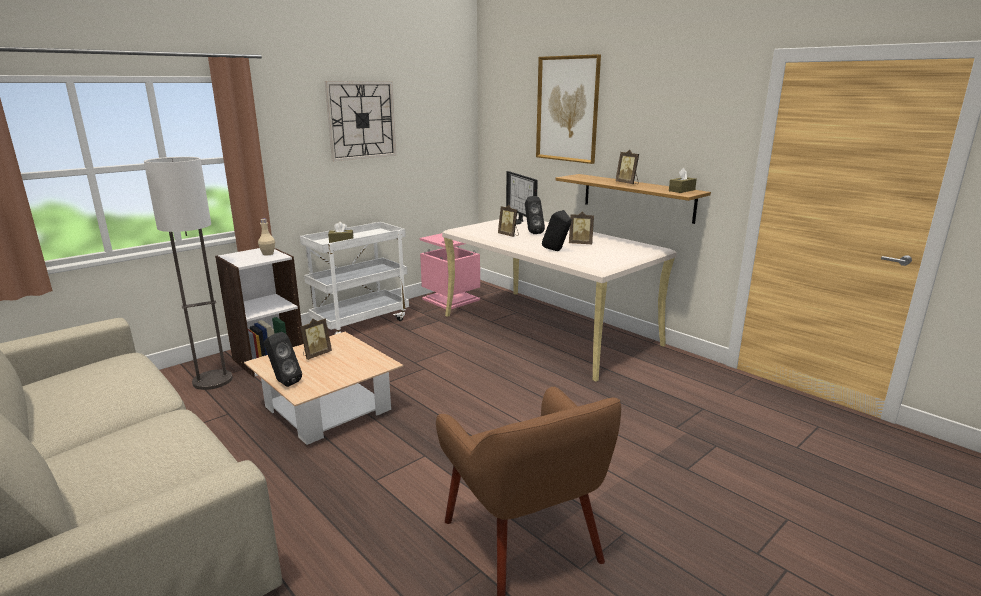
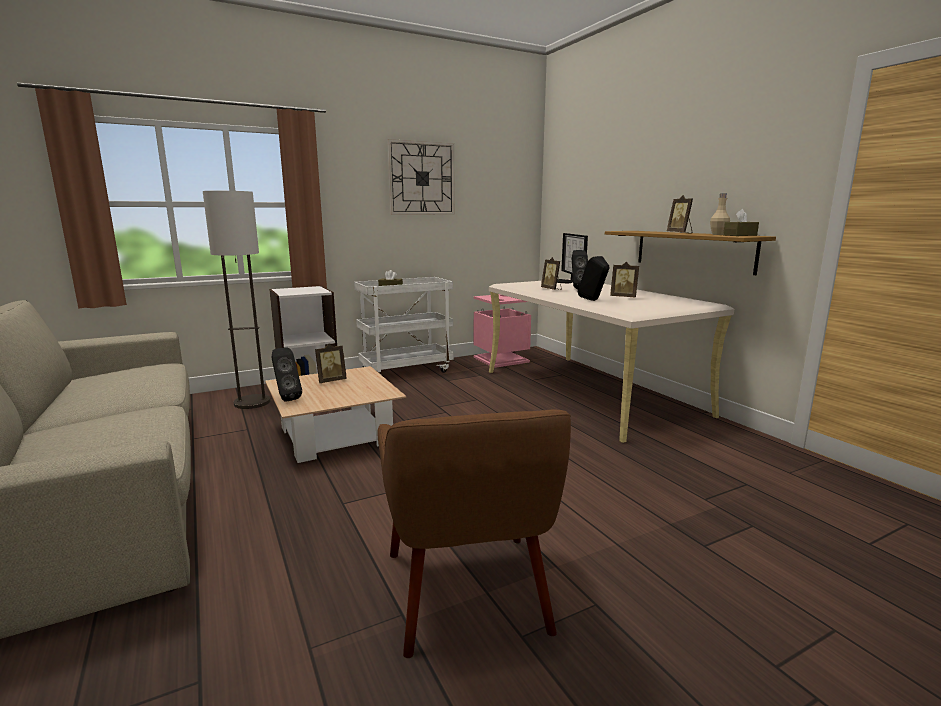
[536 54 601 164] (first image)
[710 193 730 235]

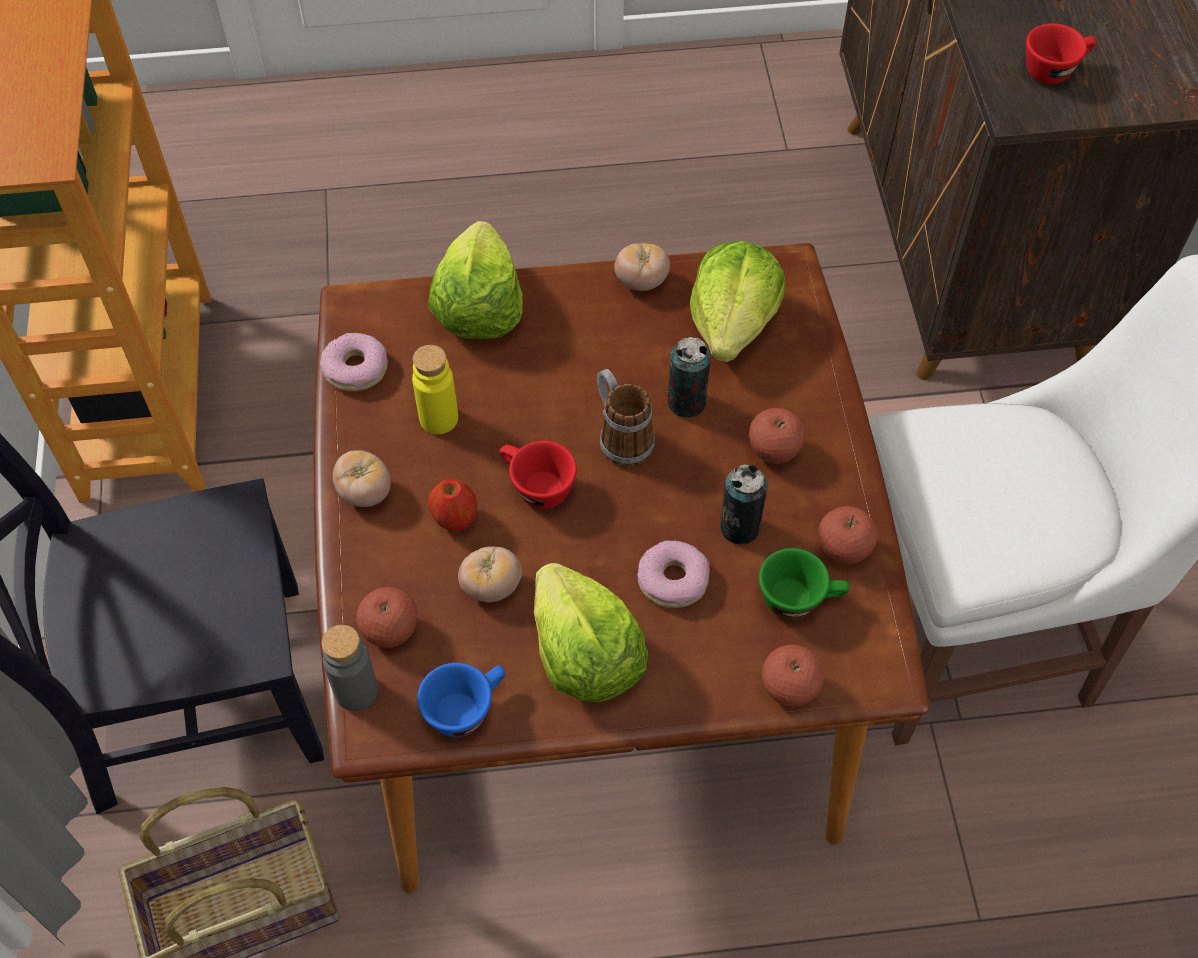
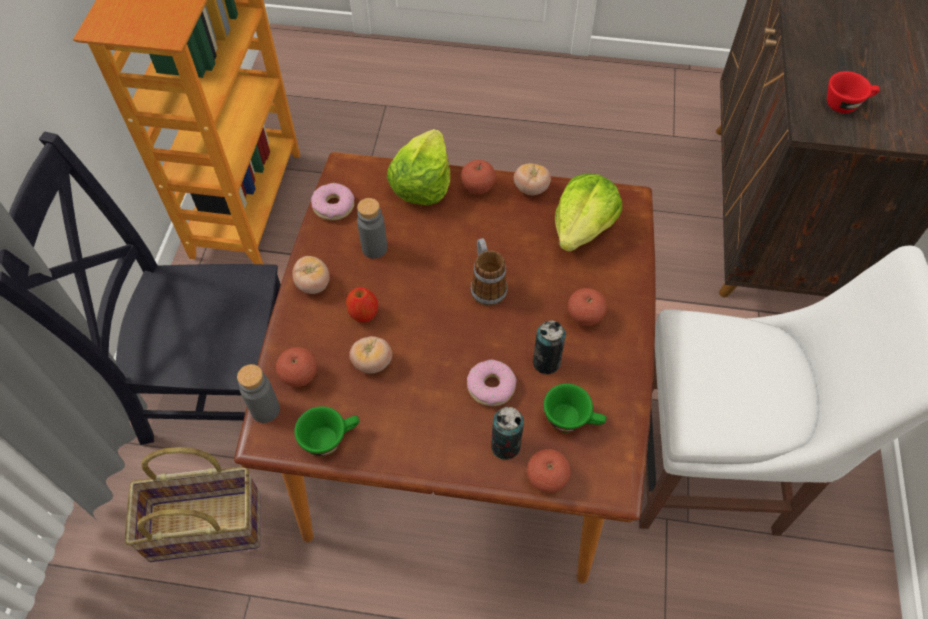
[491 407 524 460]
[357 198 387 258]
[499 441 577 509] (first image)
[461 160 496 195]
[534 563 648 702] (first image)
[295 406 359 457]

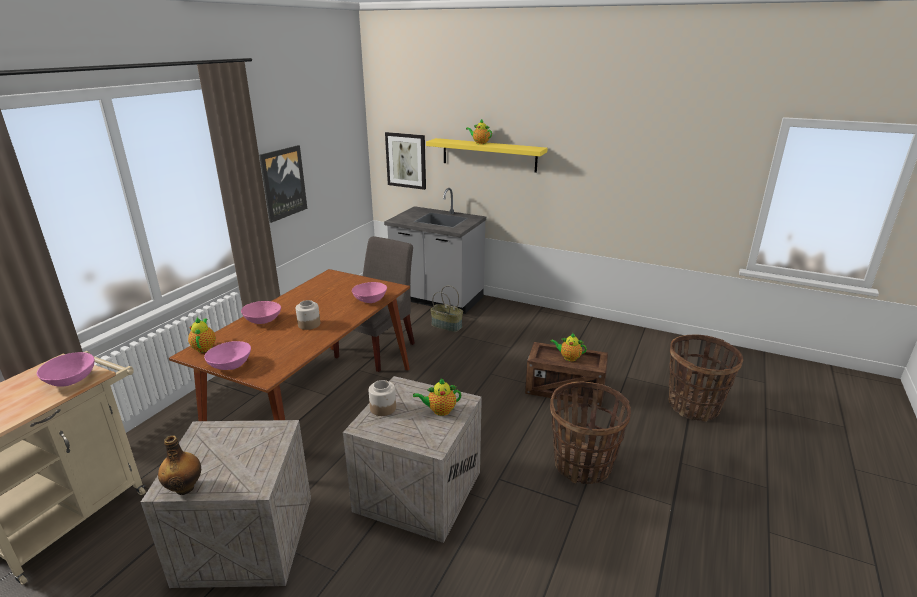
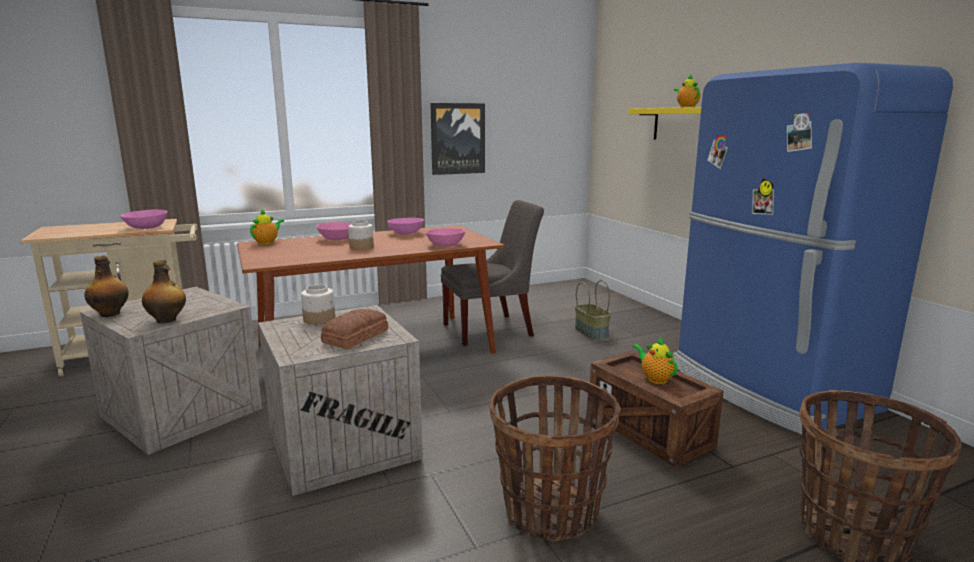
[385 132 426 190] (first image)
[384 188 486 314] (first image)
[387 218 424 234]
[321 309 388 349]
[673 63 953 435]
[142 260 186 323]

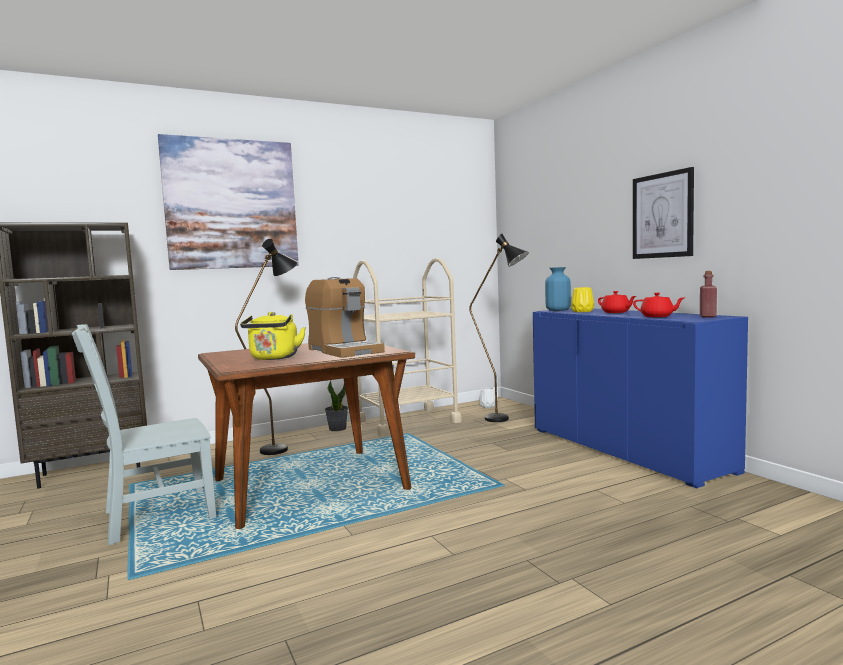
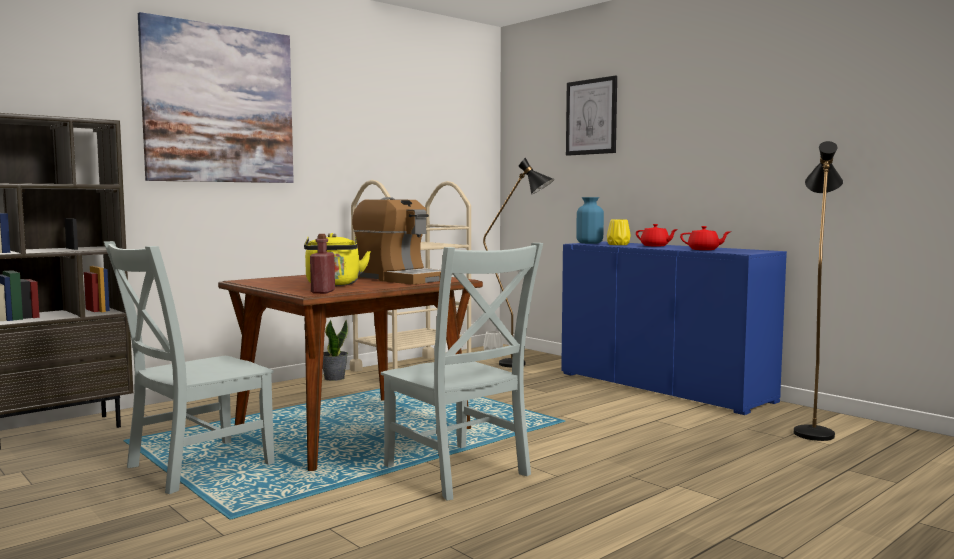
[566 75 617 156]
[794 141 843 441]
[310 234 335 294]
[381 243 543 500]

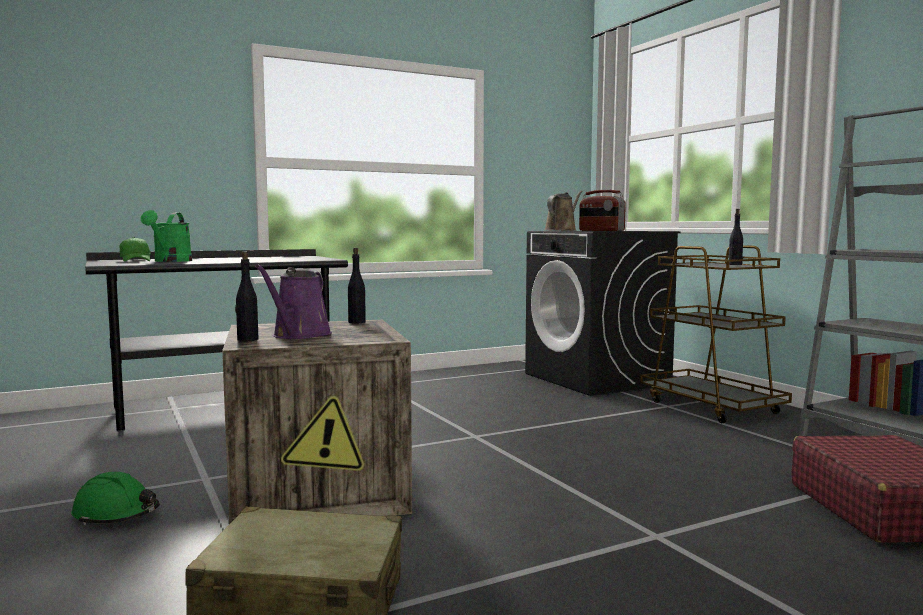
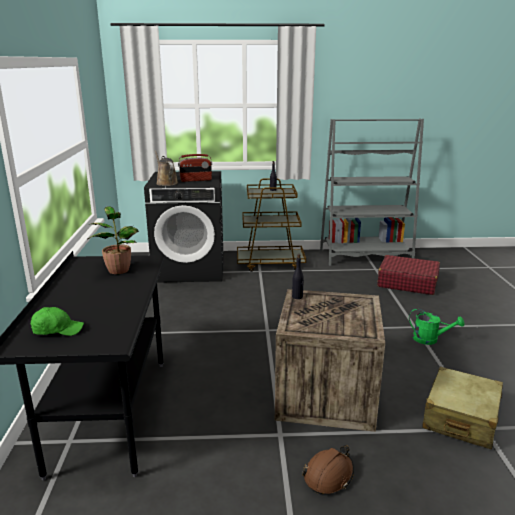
[409 309 464 345]
[235 252 258 341] (first image)
[255 265 332 339] (first image)
[302 445 354 494]
[87 206 139 274]

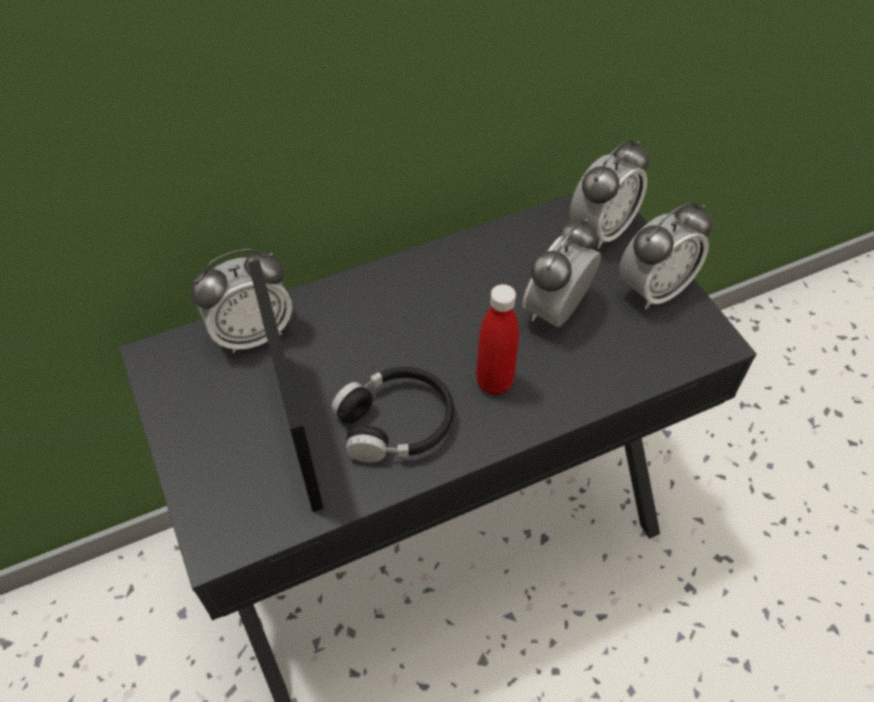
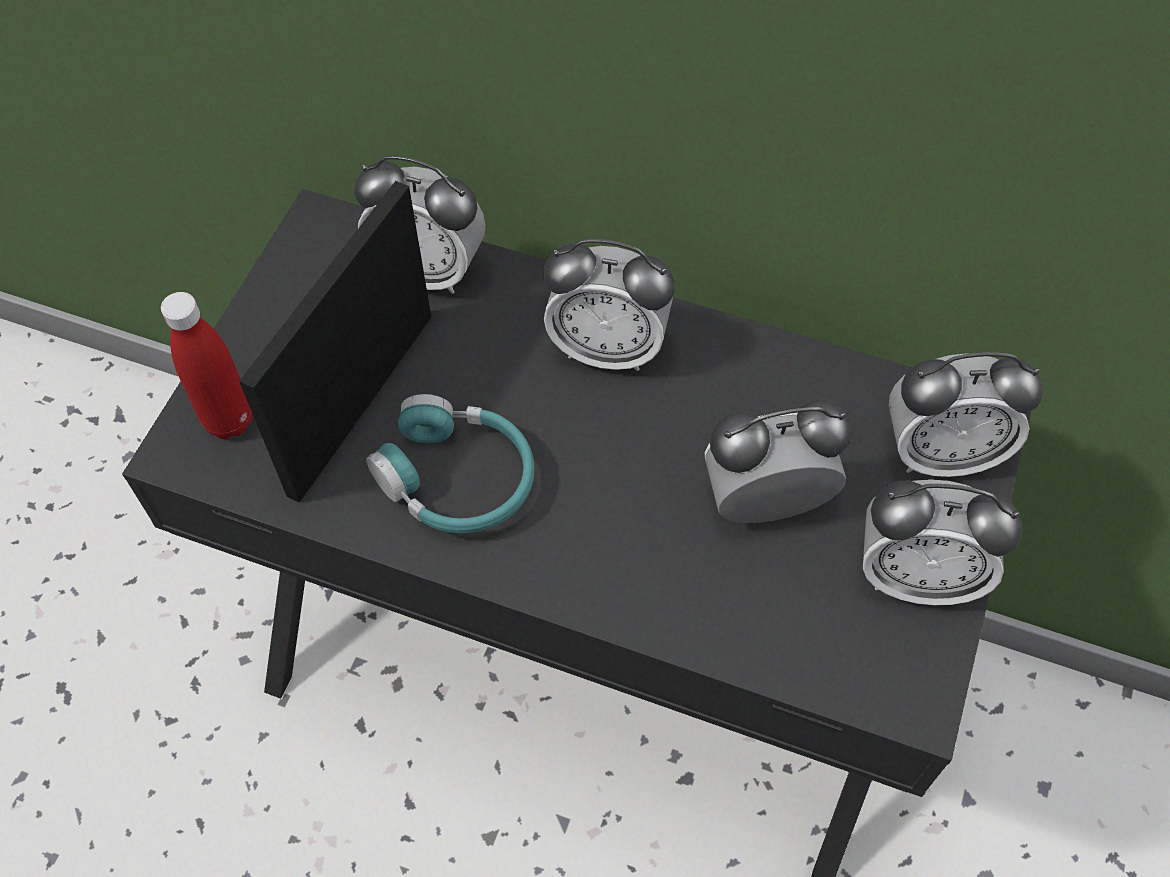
[161 292 253 439]
[366 394 534 533]
[543 239 675 371]

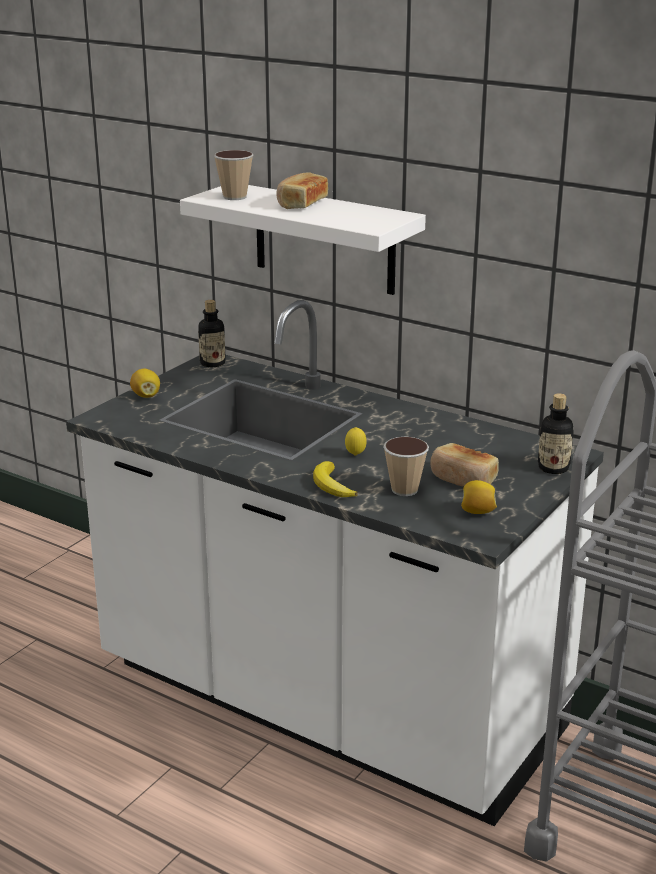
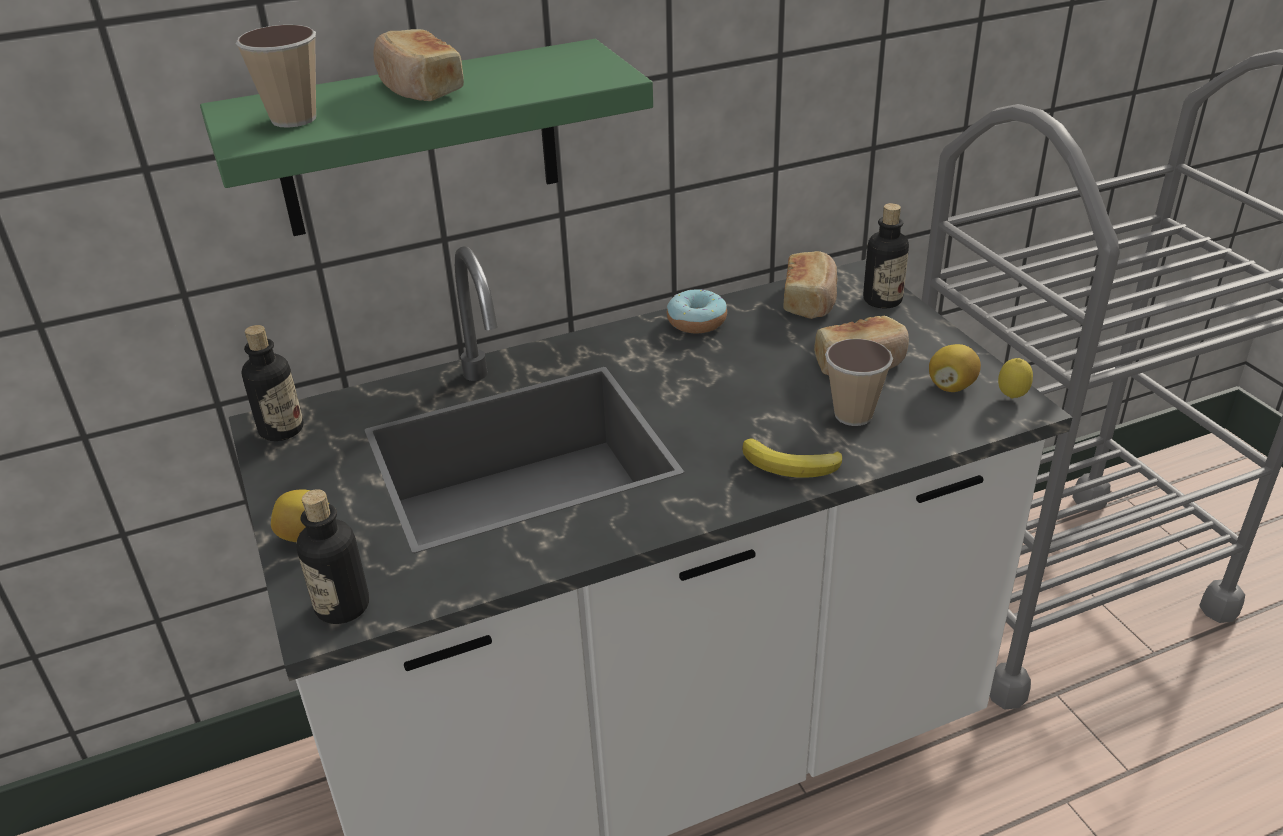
[200 39 653 236]
[998 358 1033 399]
[784 251 837 319]
[667 289 727 333]
[296 489 369 624]

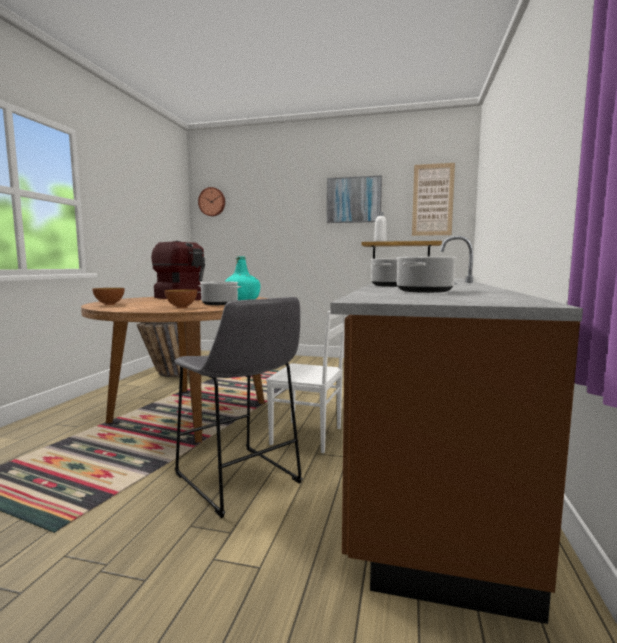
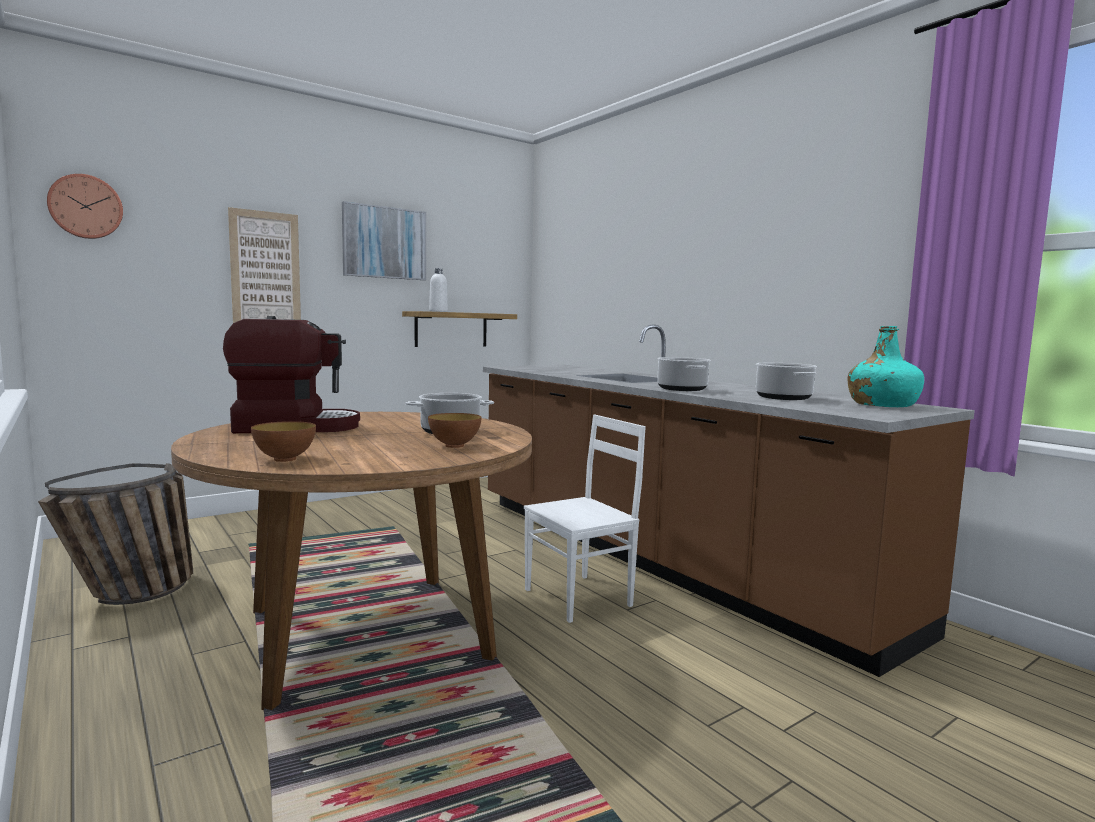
[228 207 301 323]
[848 326 924 407]
[174 297 303 518] (first image)

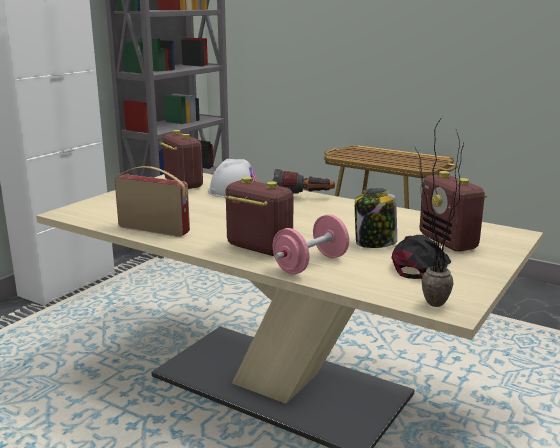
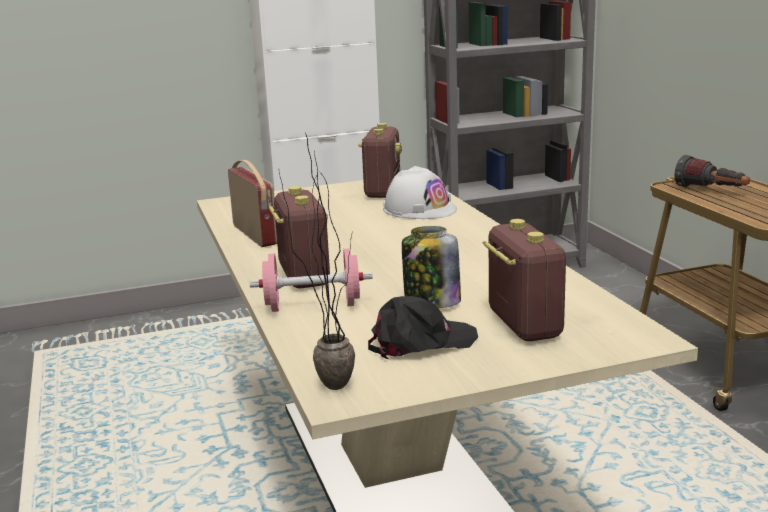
[675 155 750 187]
[483 219 566 341]

